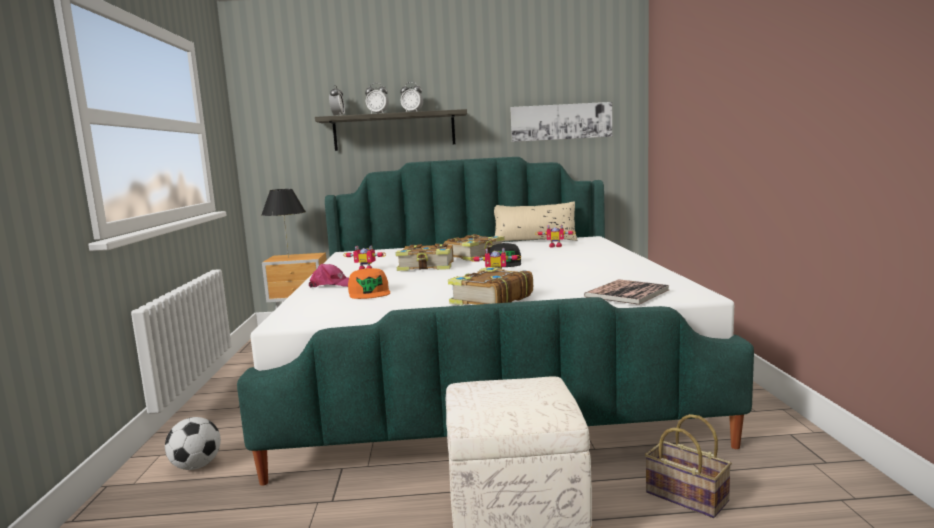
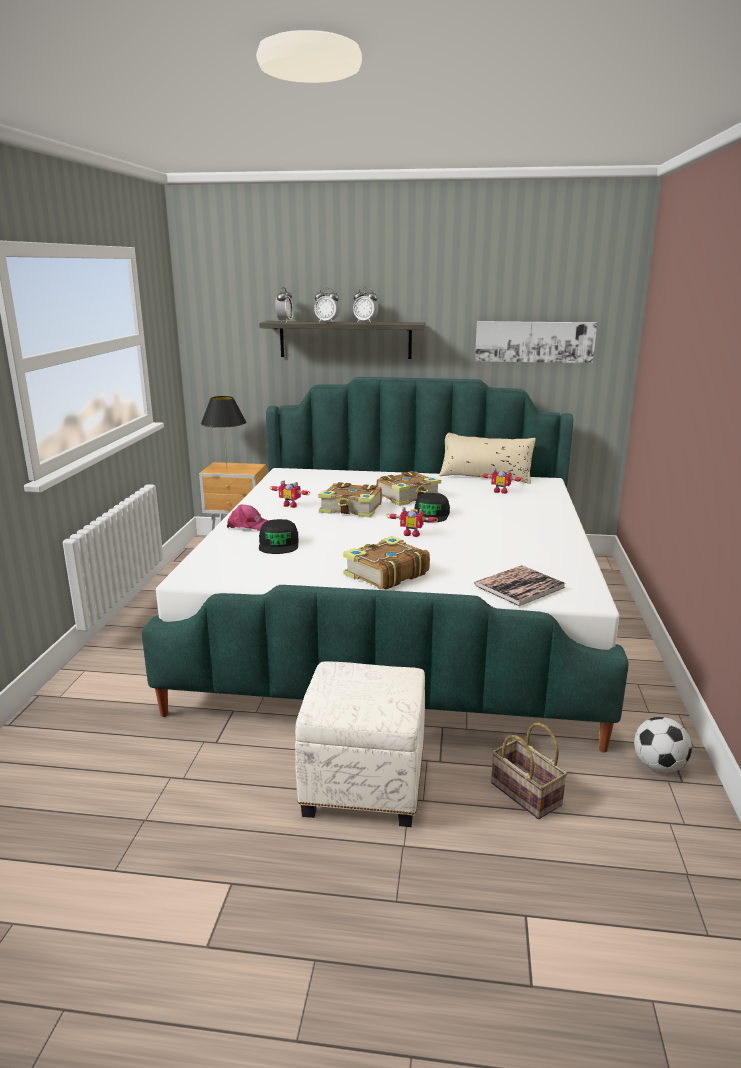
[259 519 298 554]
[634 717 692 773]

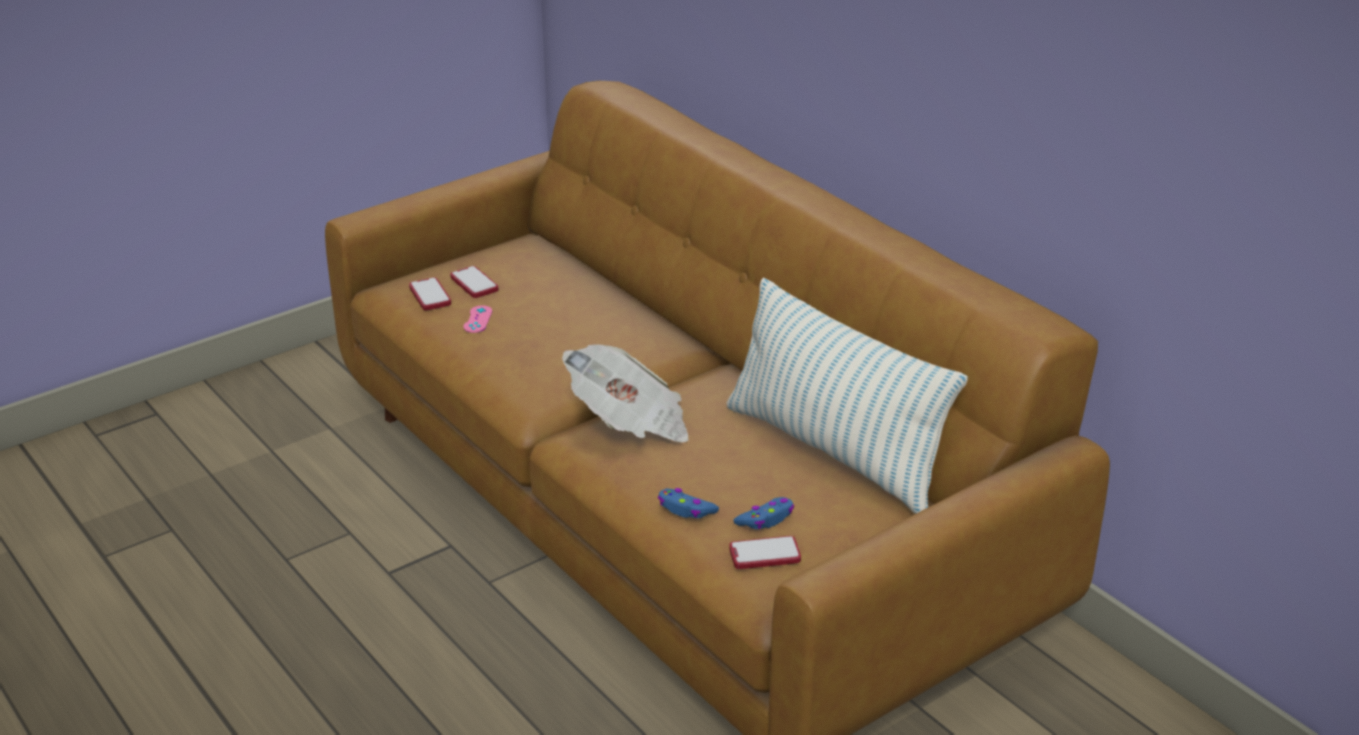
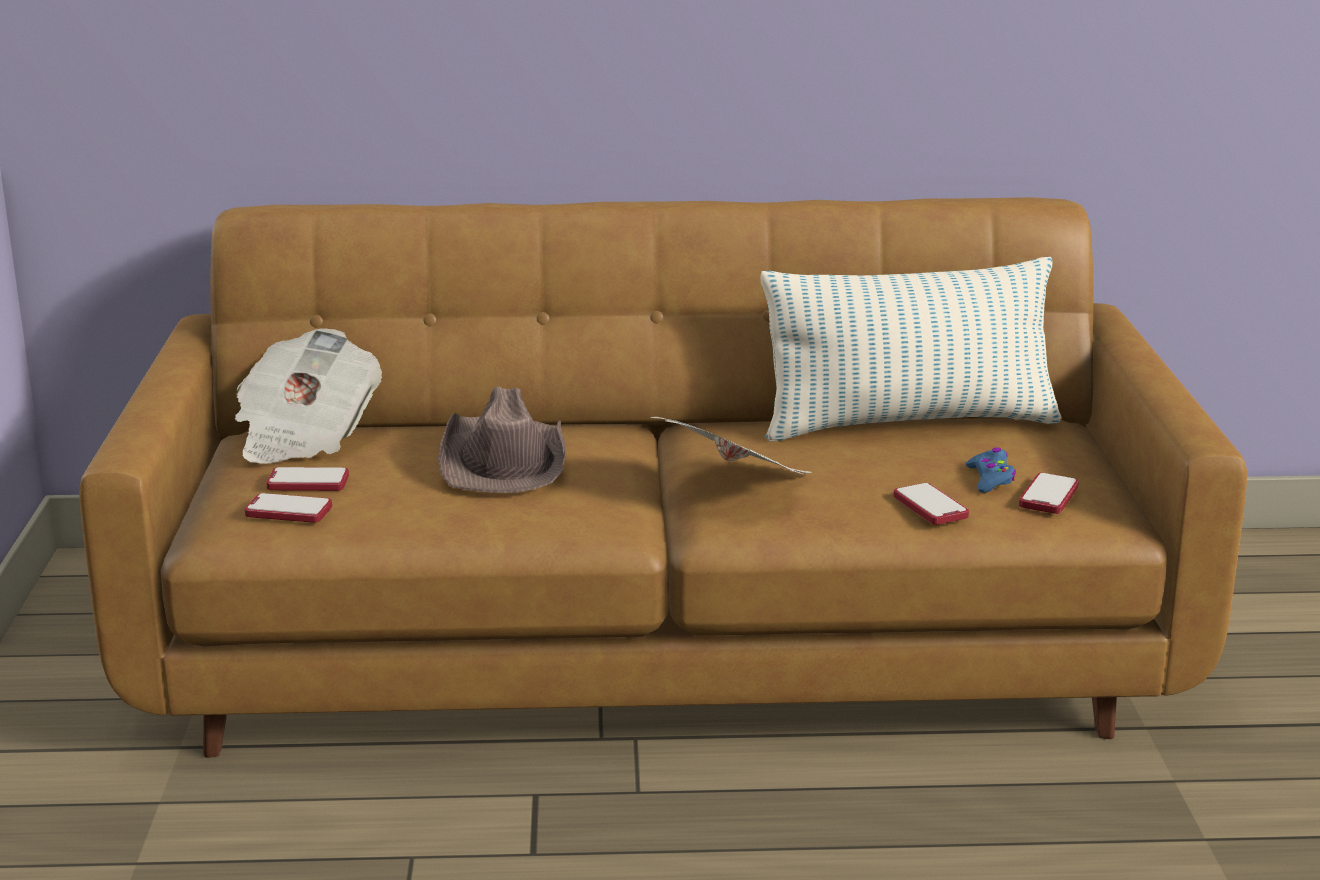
[464 305 492 333] (first image)
[894 483 969 525]
[235 328 382 464]
[438 387 565 493]

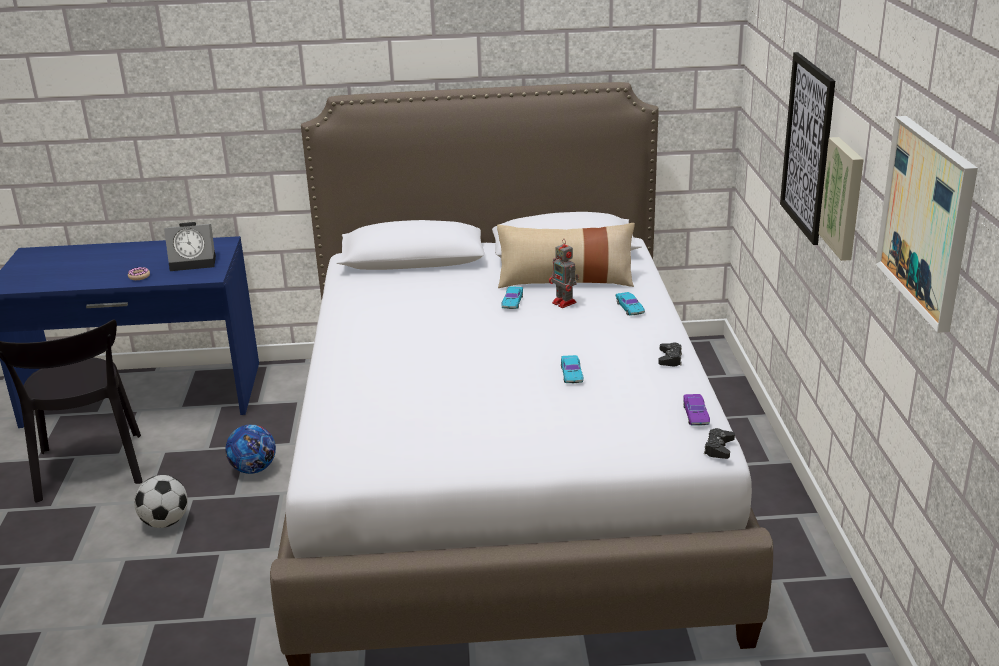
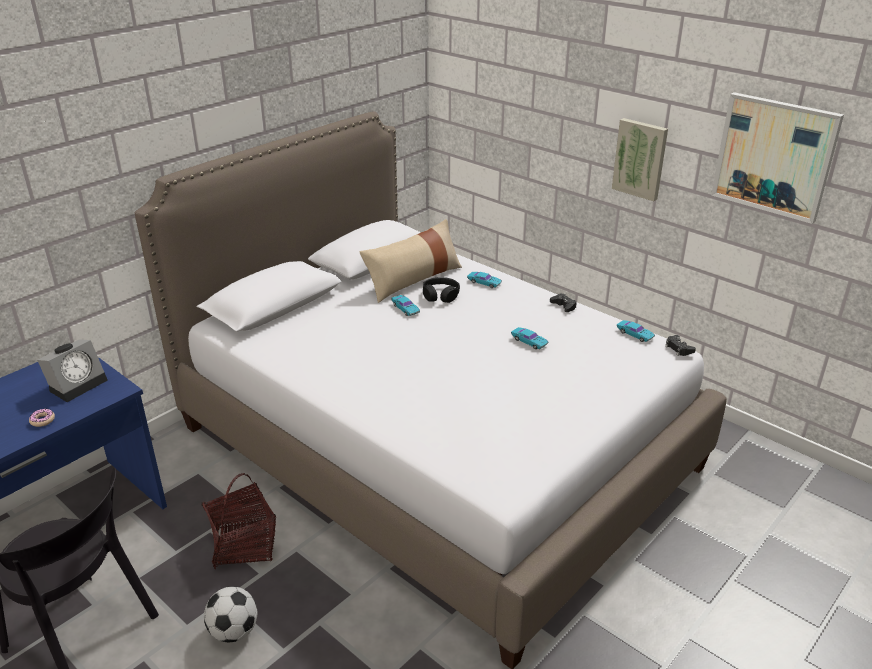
[780 52 835 245] (first image)
[423 277 460 303]
[617 320 655 342]
[201 473 276 569]

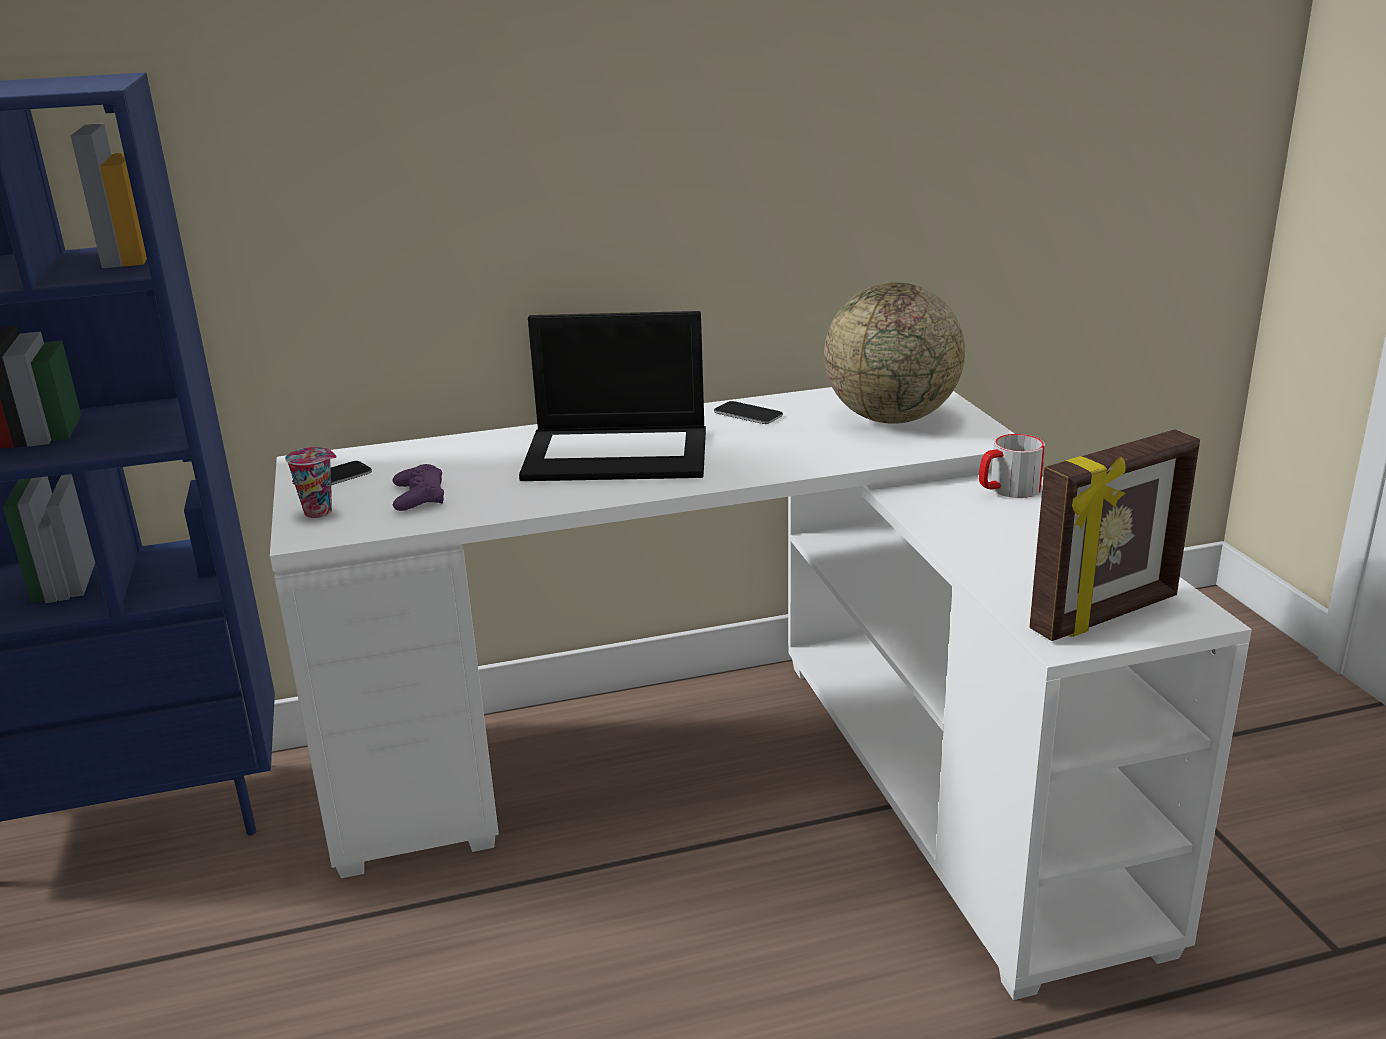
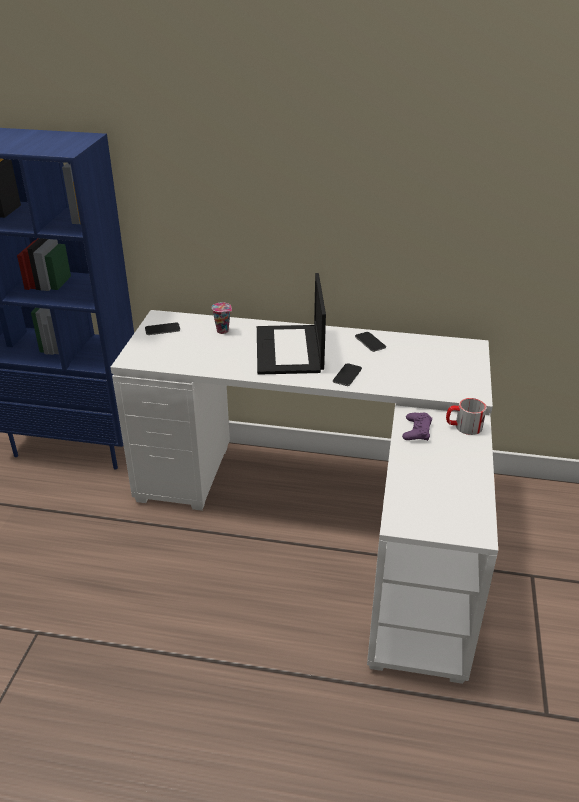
[824 282 965 424] (first image)
[257 273 326 375]
[1029 430 1200 641] (first image)
[212 302 232 334]
[402 413 432 441]
[333 363 362 386]

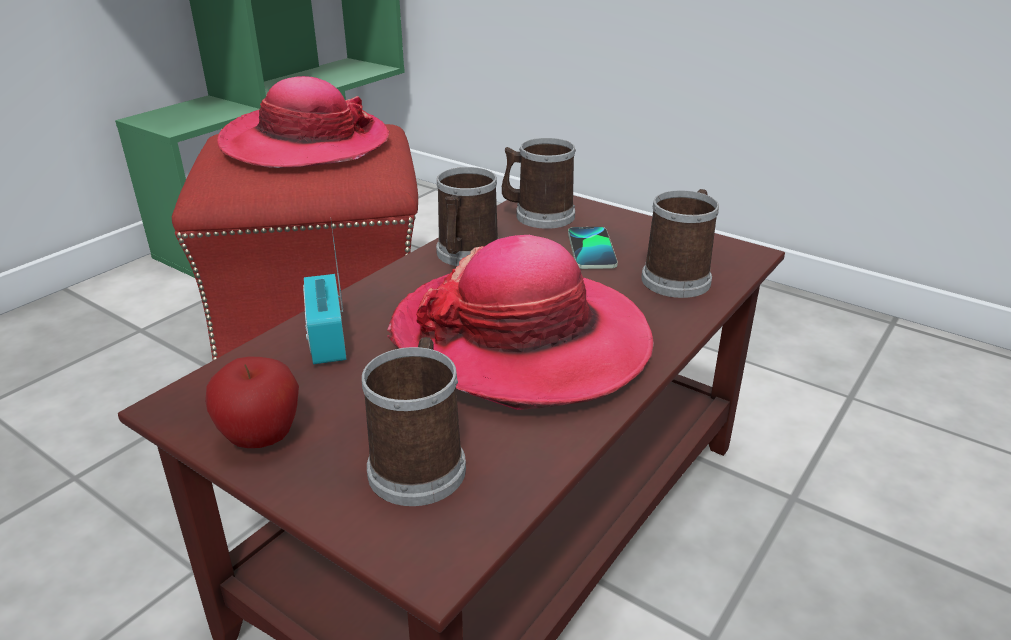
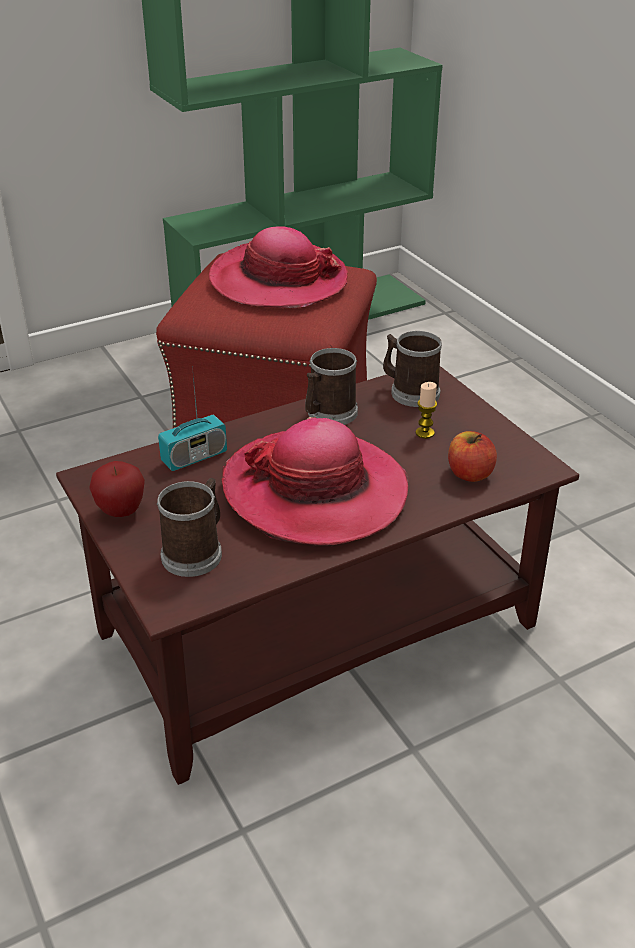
[448 431 497 482]
[158 366 227 471]
[416 382 437 439]

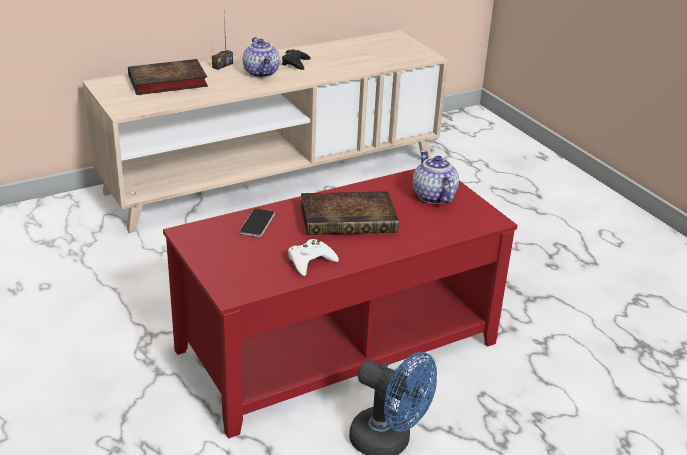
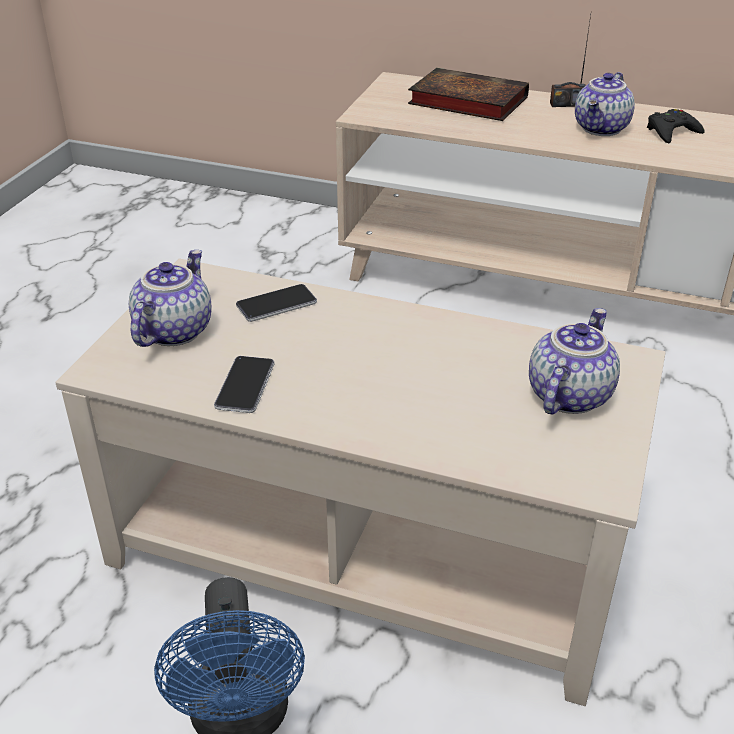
[55 259 666 706]
[301 191 399 235] (first image)
[214 356 274 413]
[129 250 212 347]

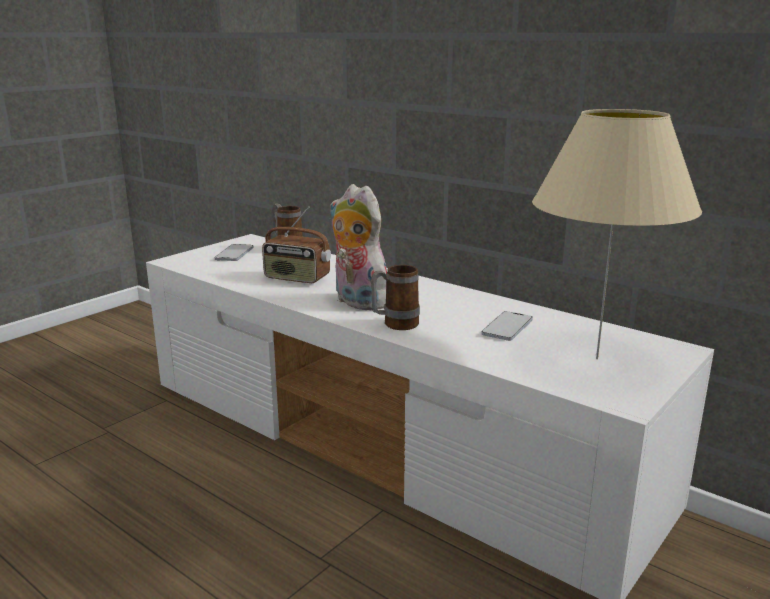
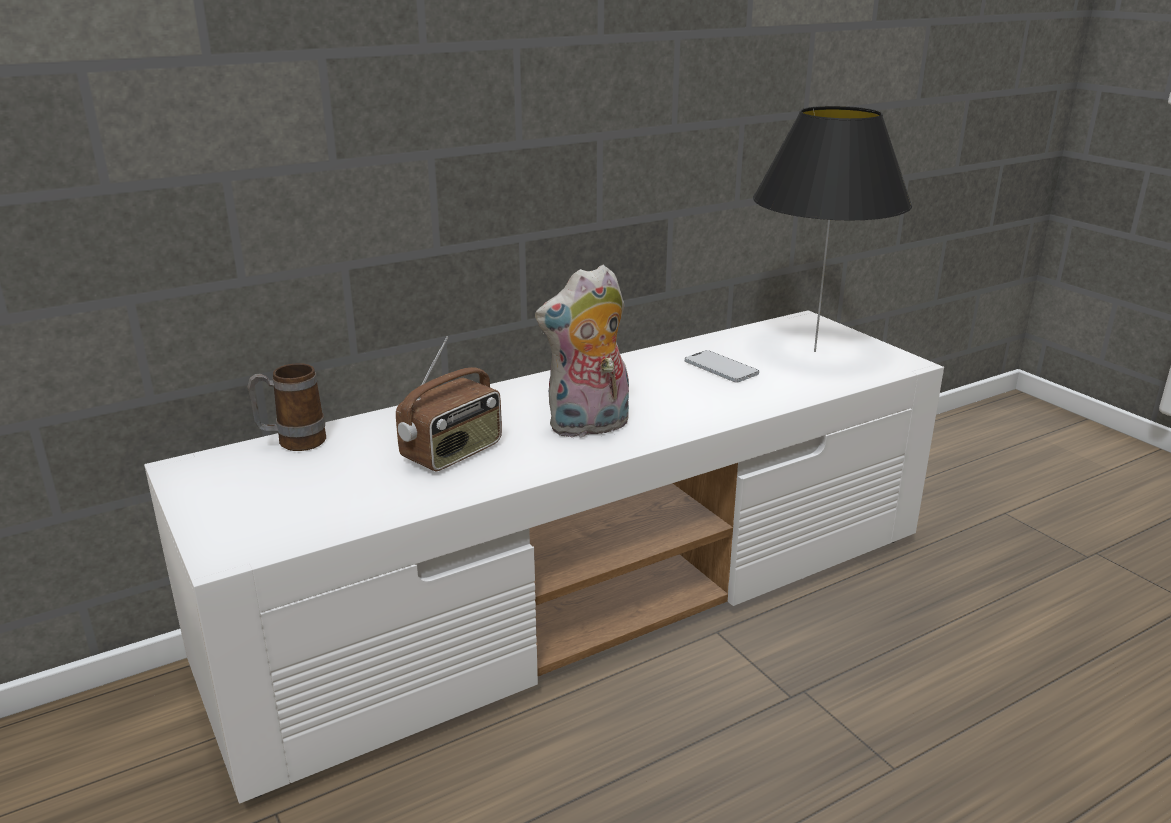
[753 106 912 352]
[215 244 253 261] (first image)
[371 265 420 330] (first image)

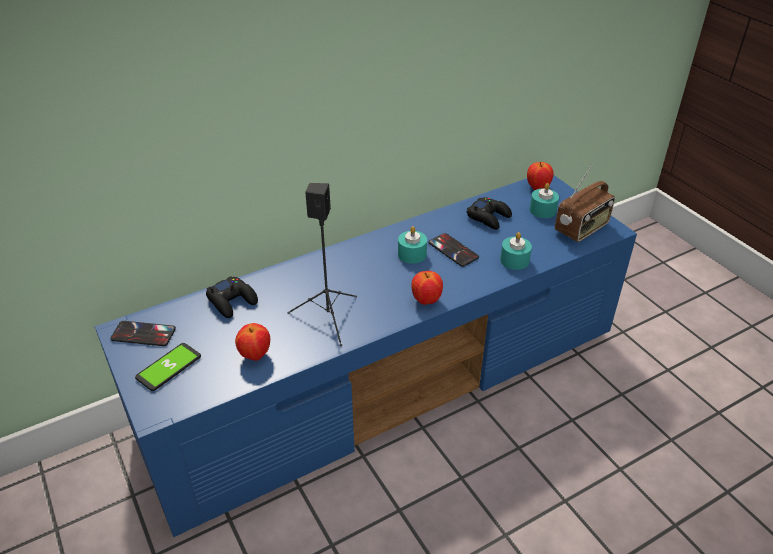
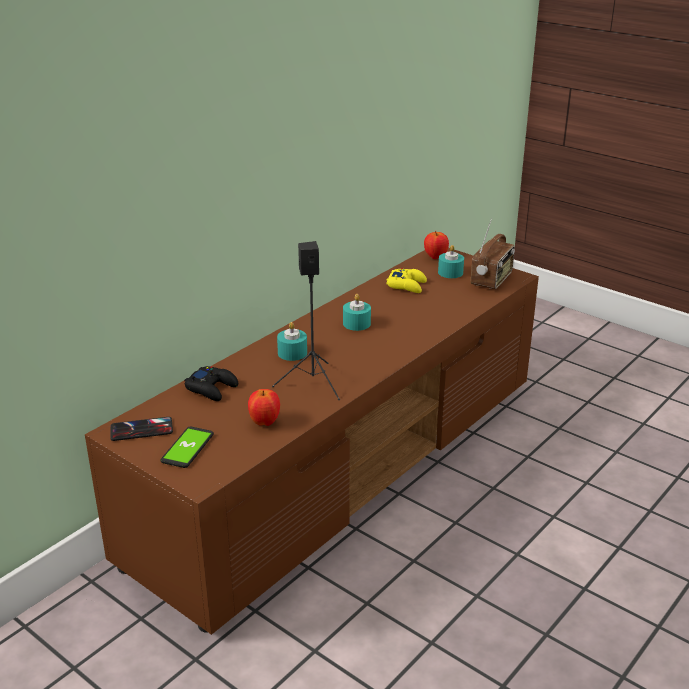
[85 248 539 635]
[386 268 427 293]
[277 322 307 361]
[428 233 479 267] (first image)
[411 271 443 305] (first image)

